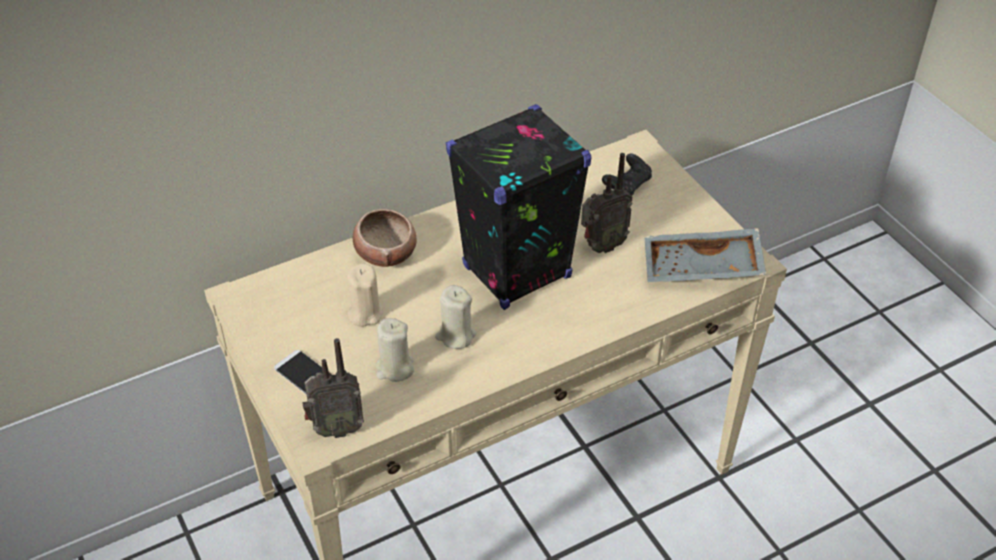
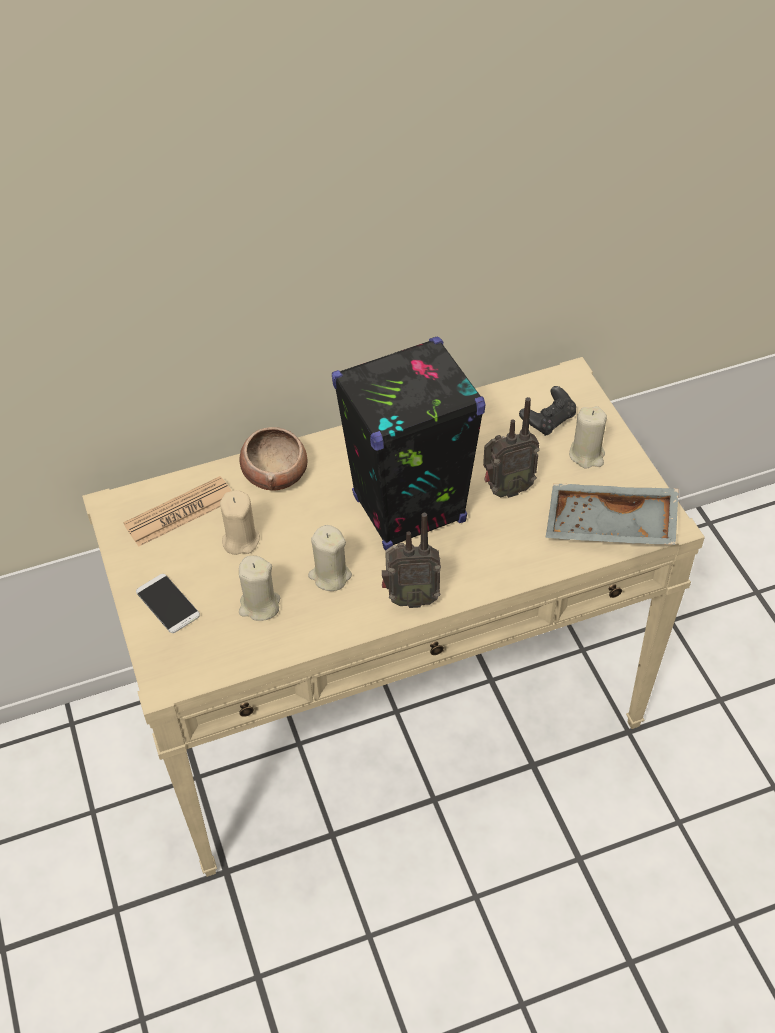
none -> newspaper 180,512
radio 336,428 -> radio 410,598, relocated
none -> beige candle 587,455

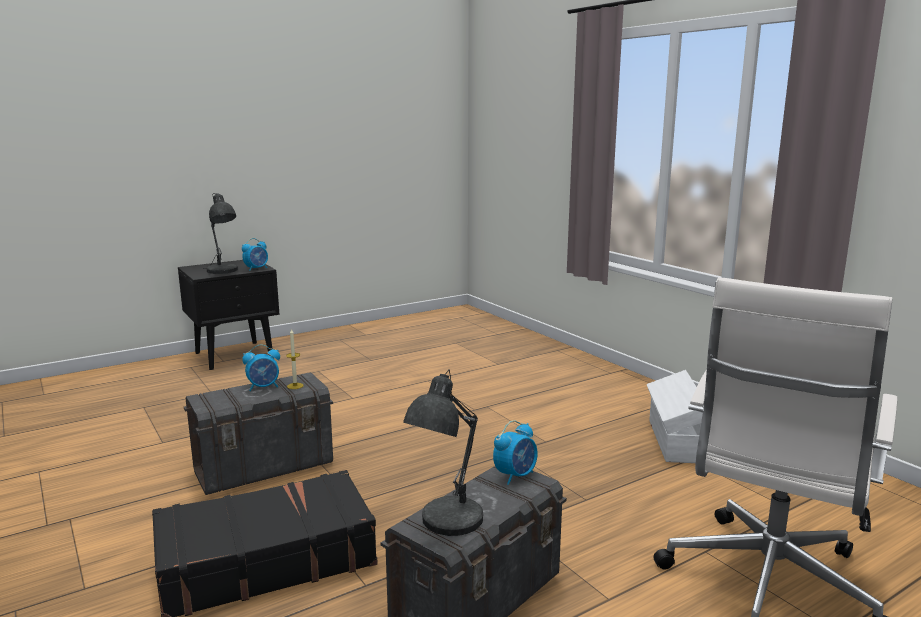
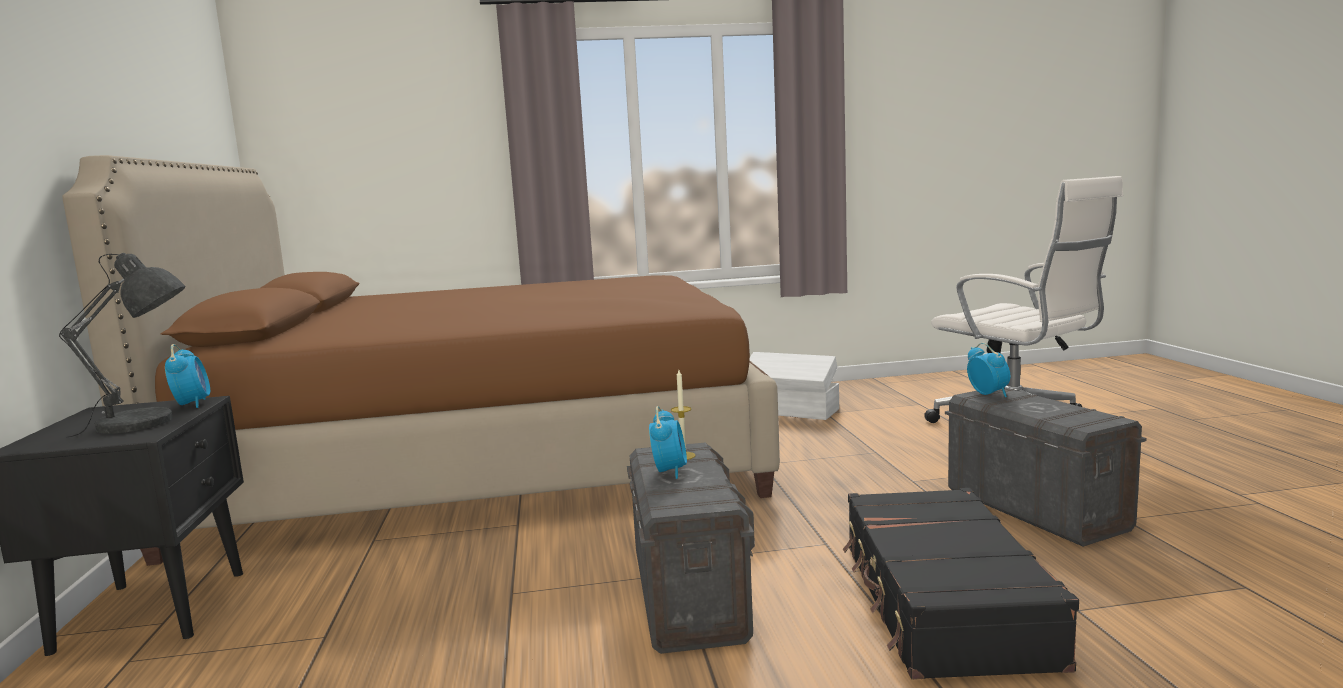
none -> brown bed 489,460
grey table lamp 447,522 -> none

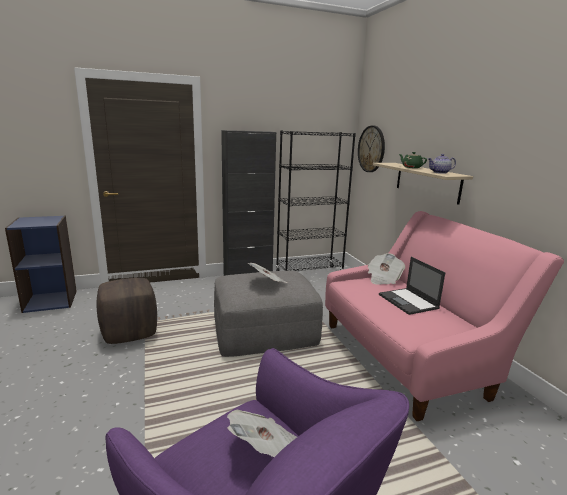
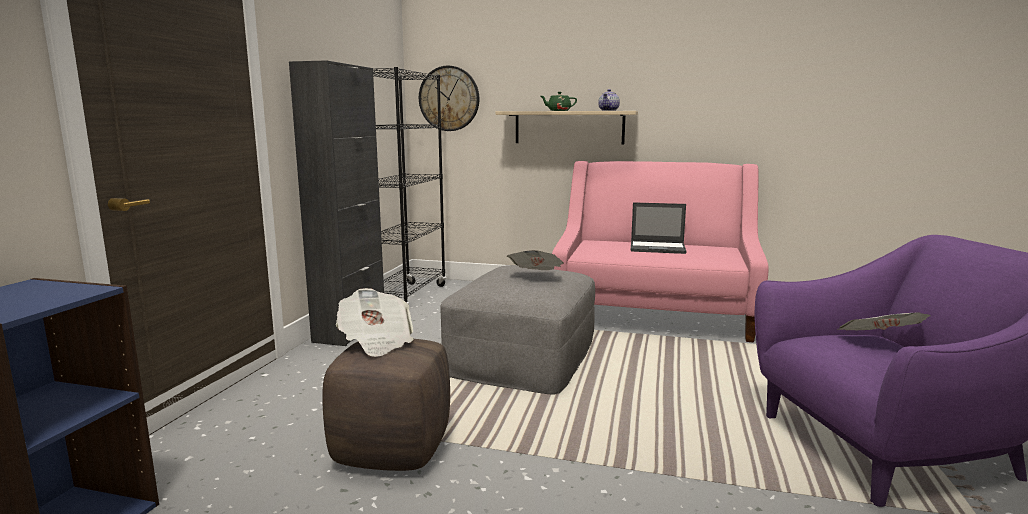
newspaper 383,279 -> newspaper 376,342, relocated

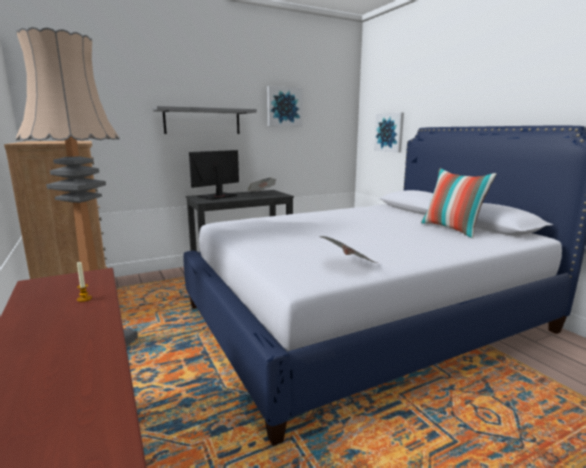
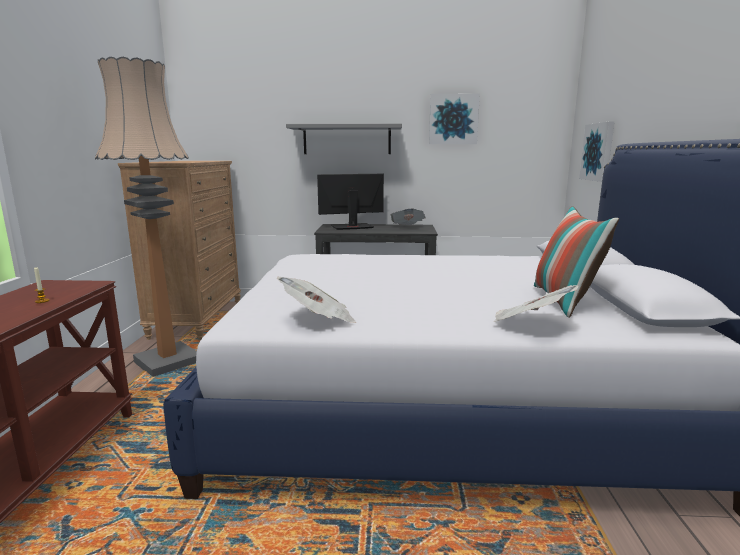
none -> newspaper 529,324

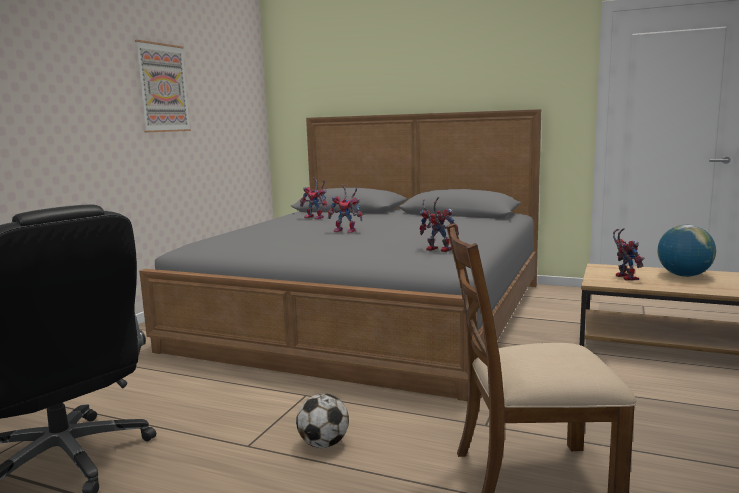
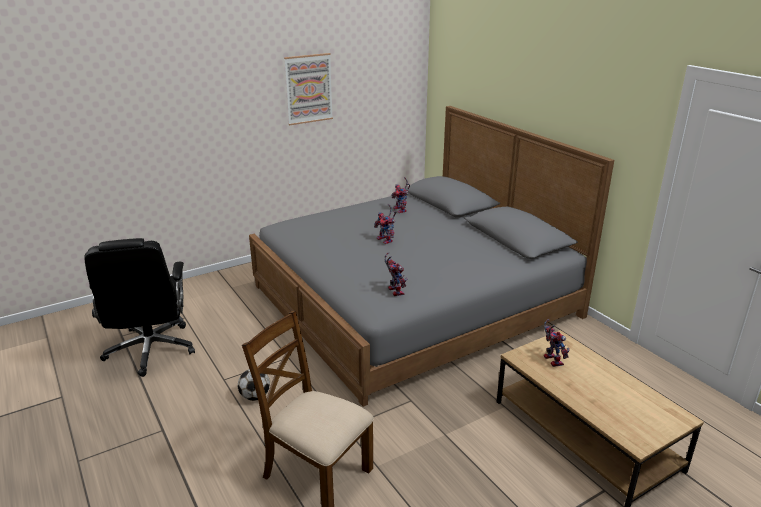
toy robot 624,277 -> toy robot 550,359, 45 degrees counterclockwise
globe 684,275 -> none

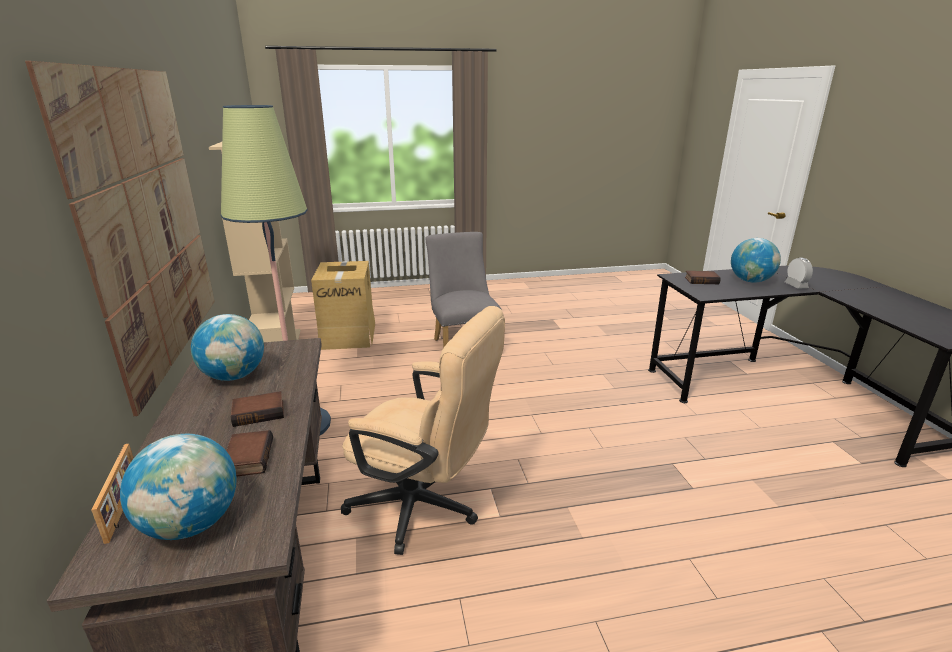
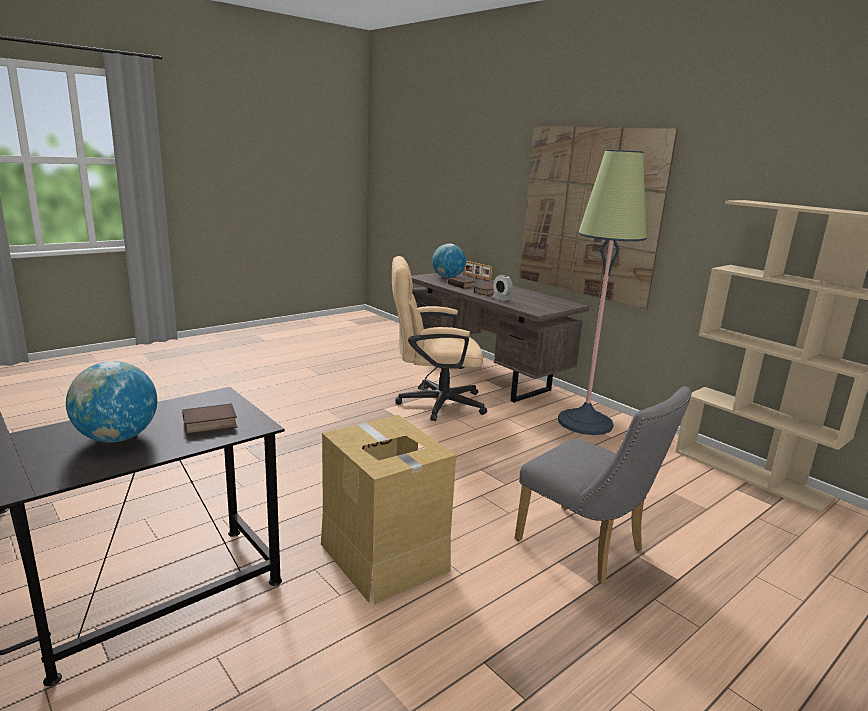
cardboard box 349,335 -> cardboard box 383,556, relocated
alarm clock 796,285 -> alarm clock 501,299, relocated
globe 234,376 -> none

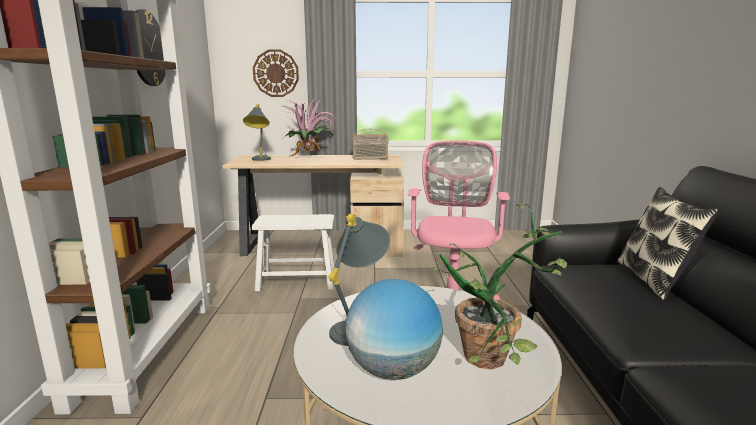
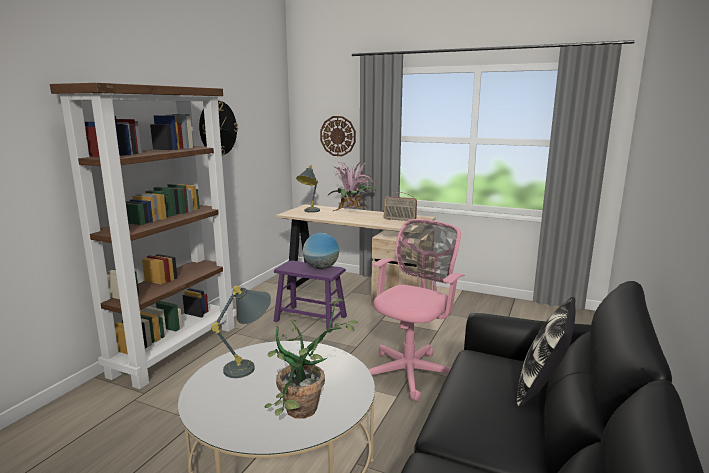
white stool 297,280 -> purple stool 310,318
globe 393,370 -> globe 321,268, relocated

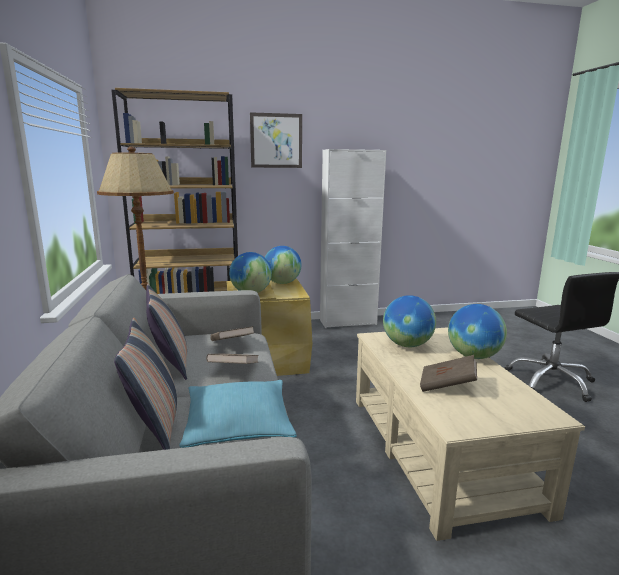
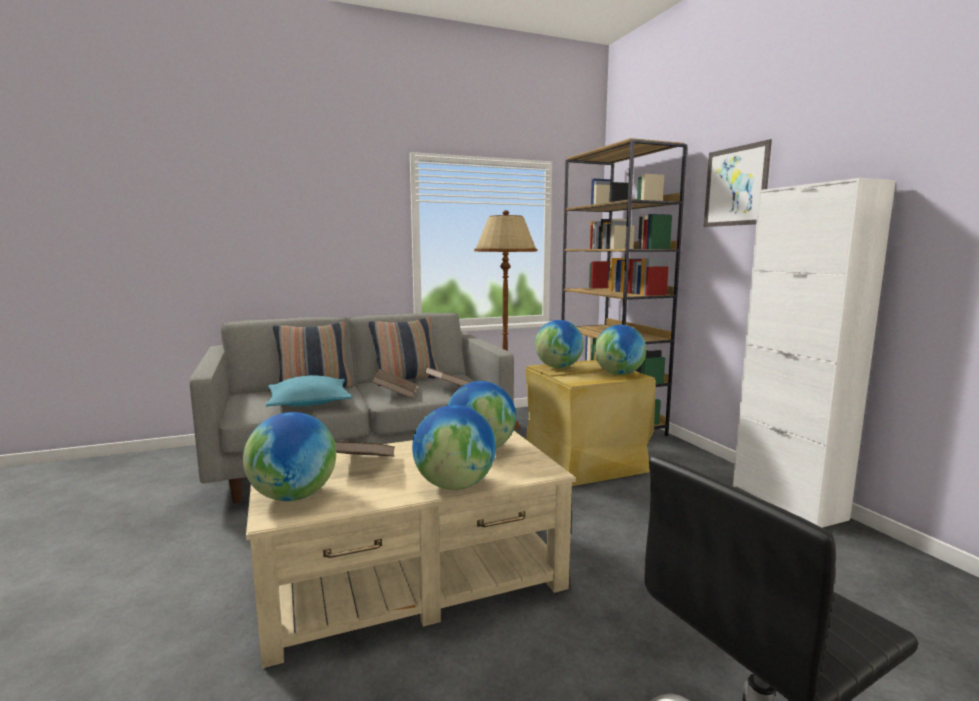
none -> globe 294,496

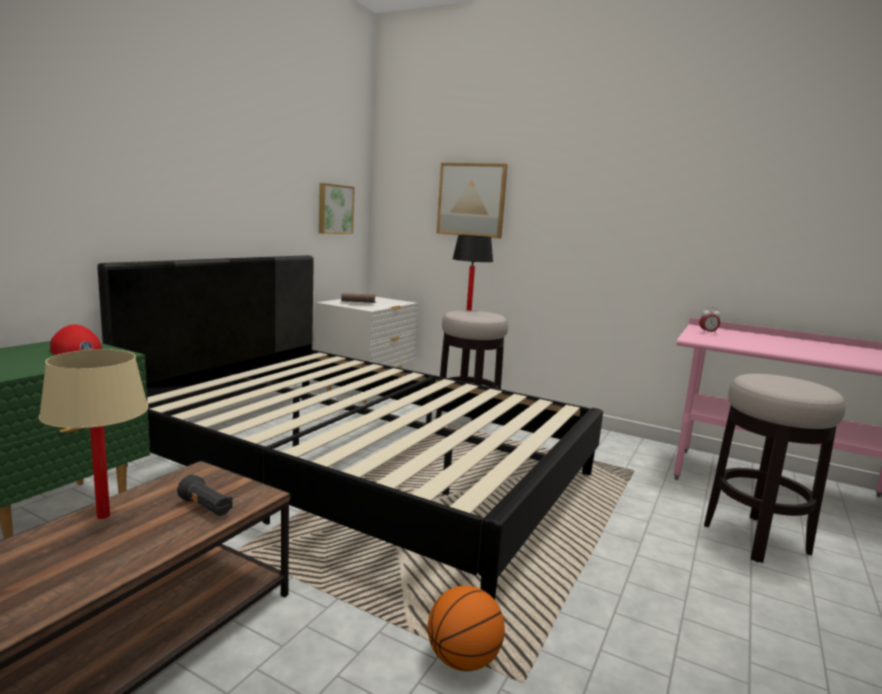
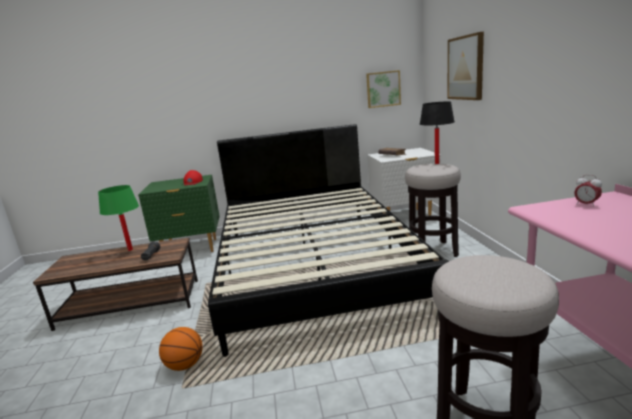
beige table lamp 103,516 -> green table lamp 130,250

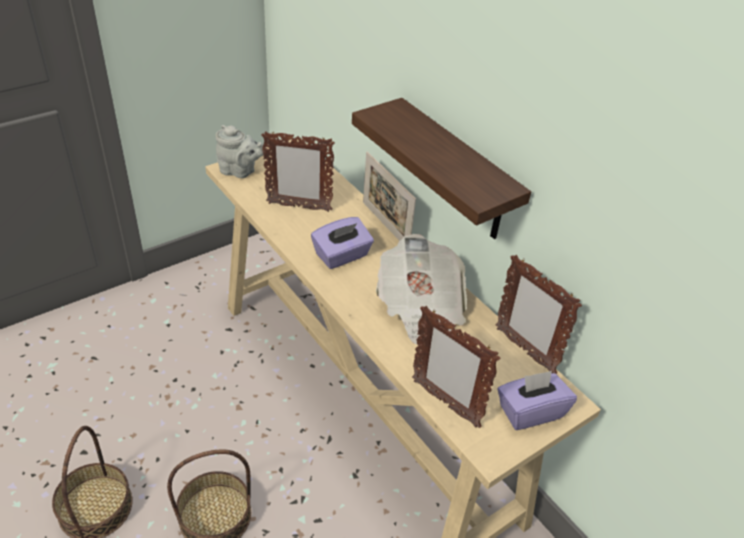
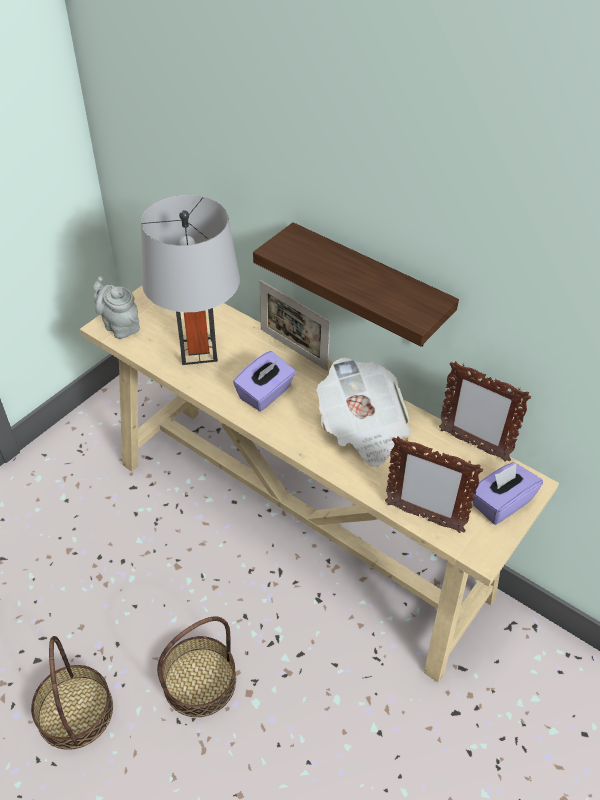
grey teapot 240,171 -> grey teapot 120,326, 135 degrees counterclockwise
picture frame 298,207 -> grey table lamp 198,351

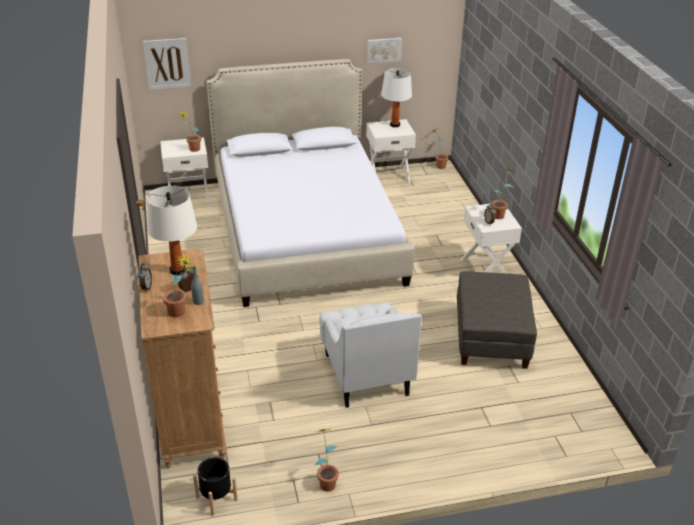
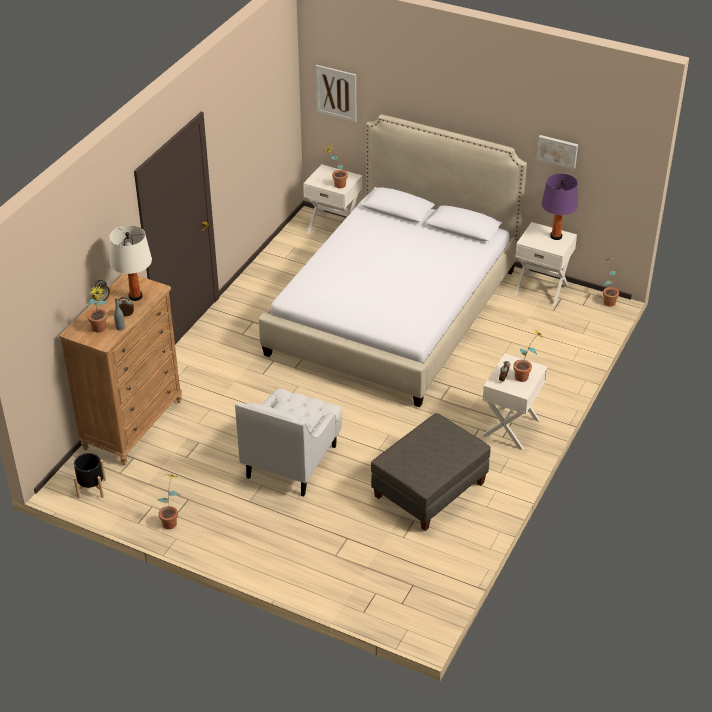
white table lamp 395,125 -> purple table lamp 556,236

